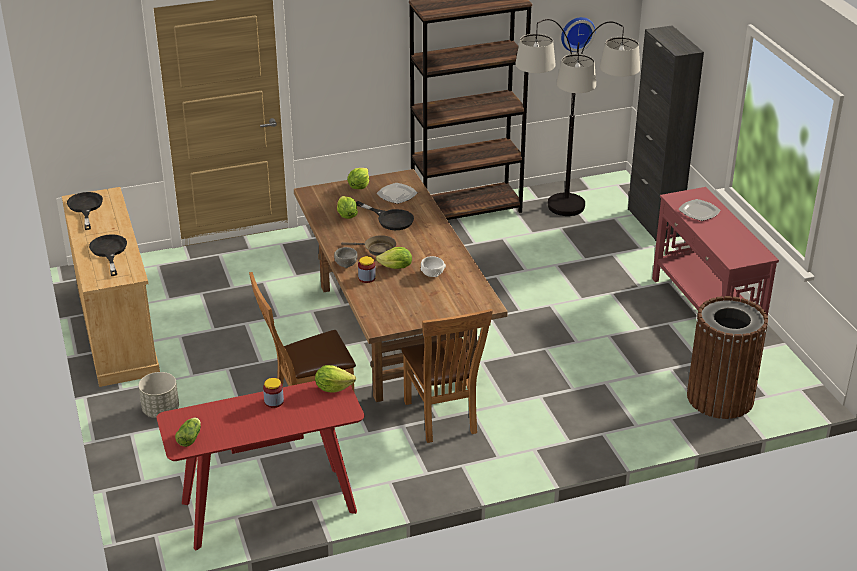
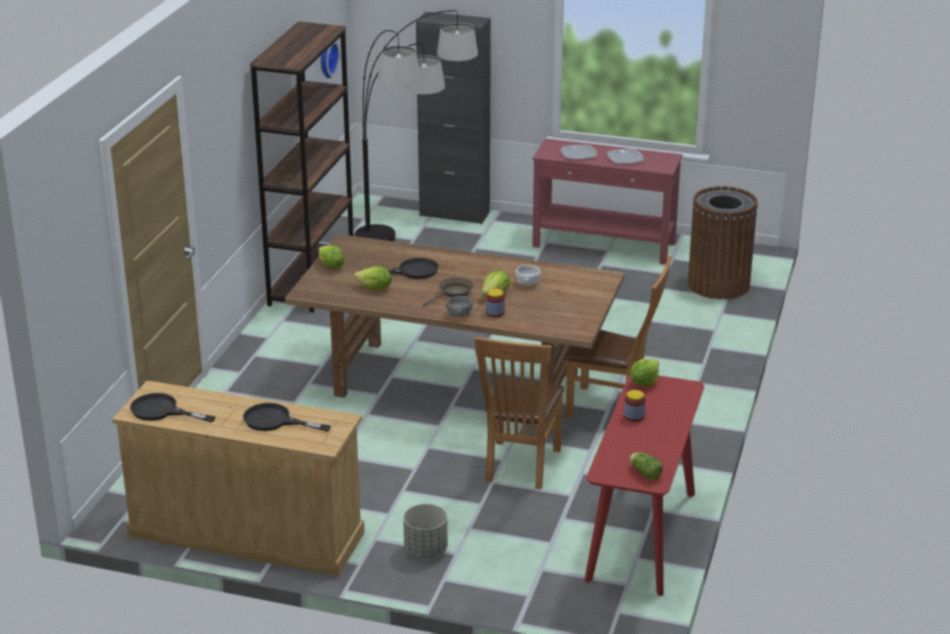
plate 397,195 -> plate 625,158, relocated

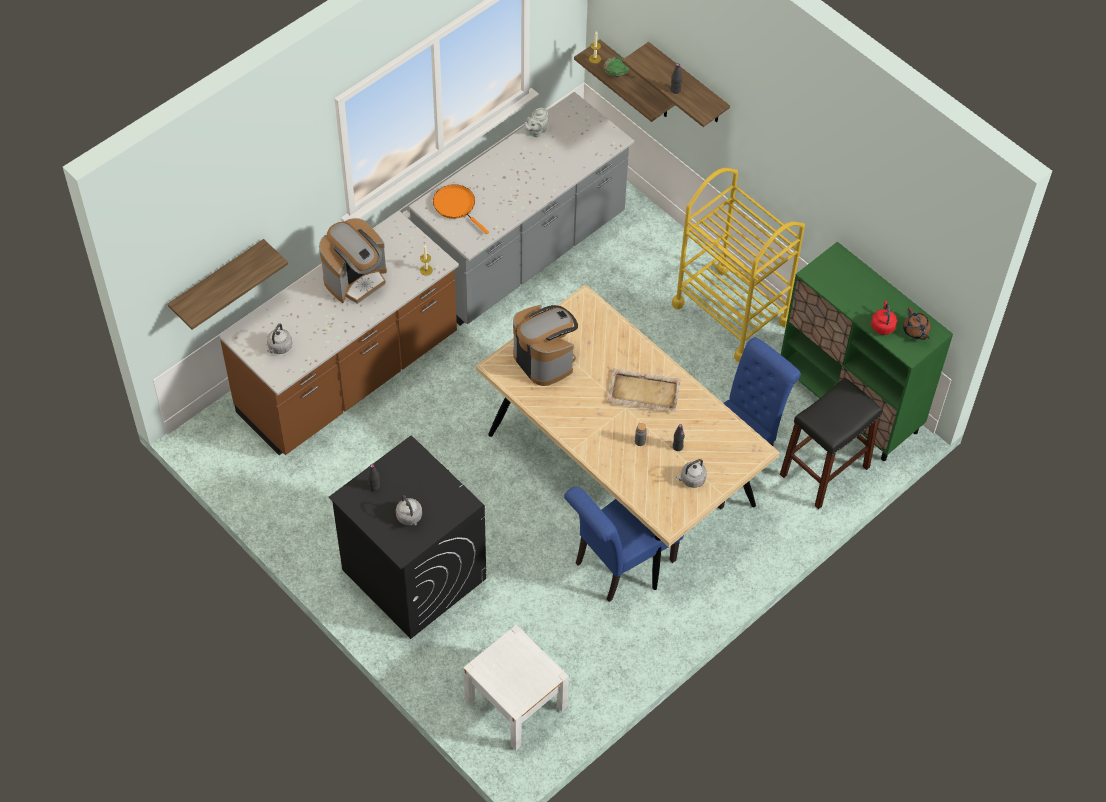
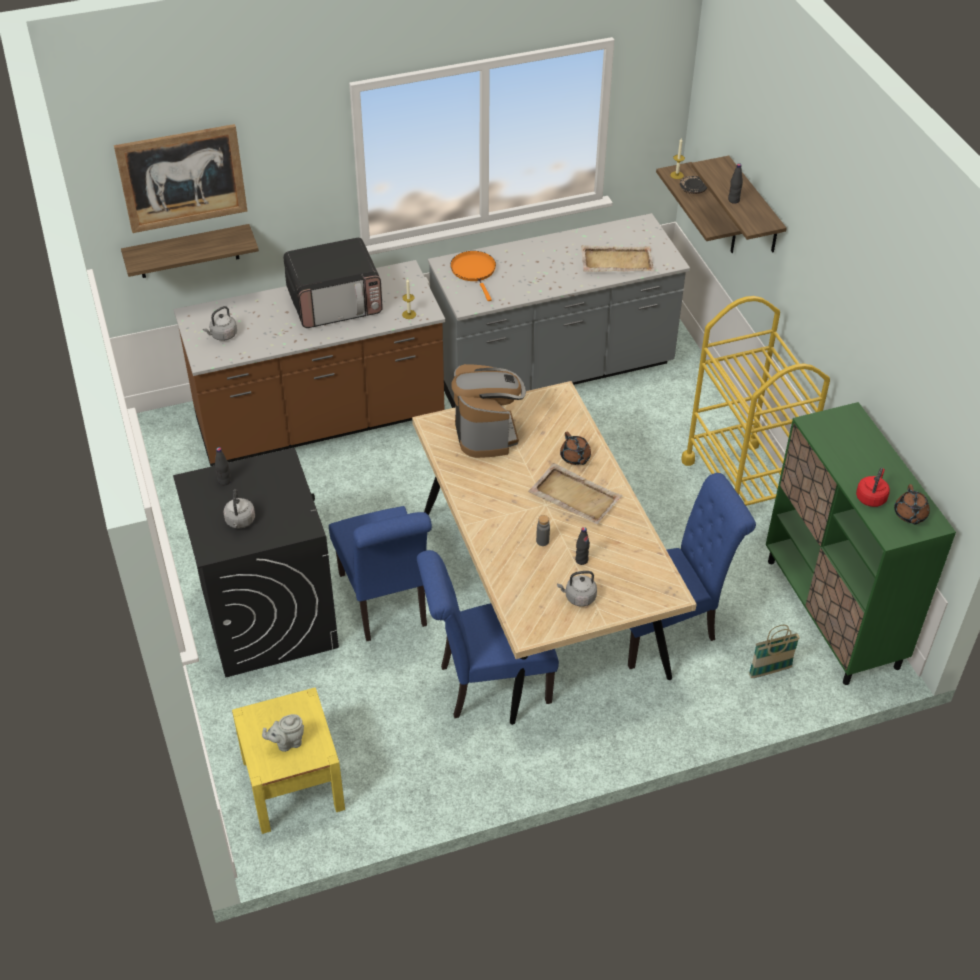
none -> picture 182,178
white nightstand 515,703 -> yellow nightstand 293,783
grey teapot 536,131 -> grey teapot 287,742, relocated
coffee machine 356,279 -> microwave 335,302
none -> blue chair 385,604
none -> brown teapot 575,457
none -> beige tray 616,261
green plate 616,70 -> black plate 693,189
black stool 825,471 -> basket 770,671

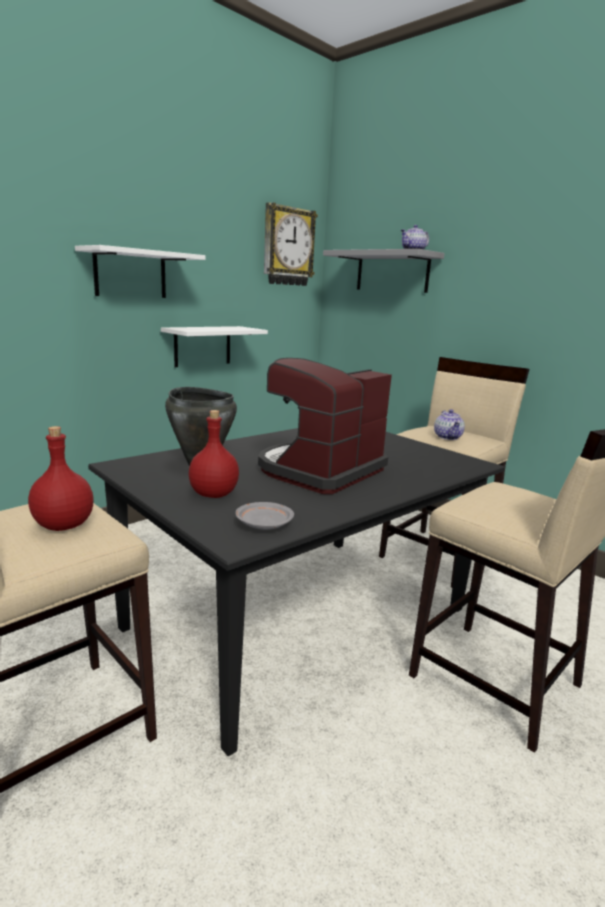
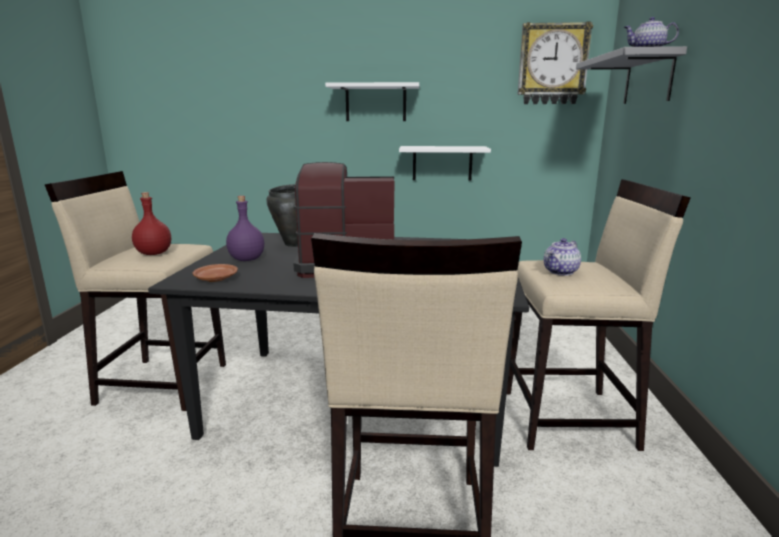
grey plate 263,524 -> brown plate 216,279
red bottle 214,494 -> purple bottle 246,259

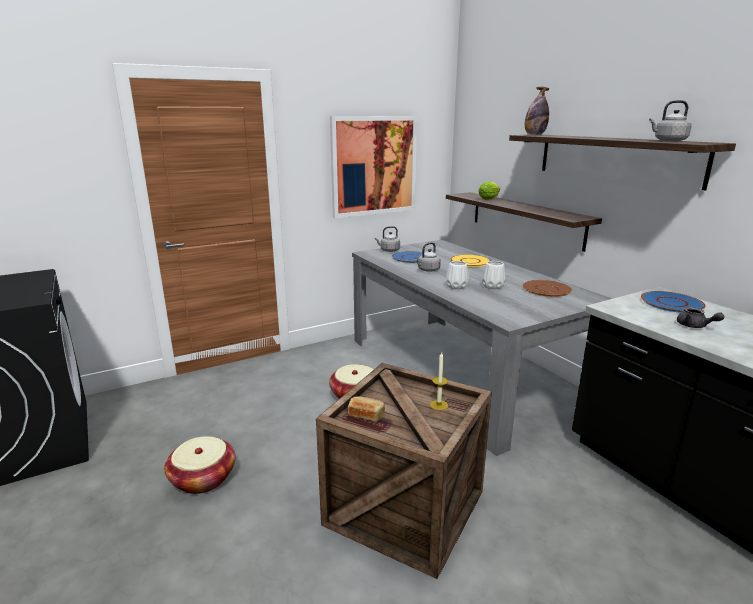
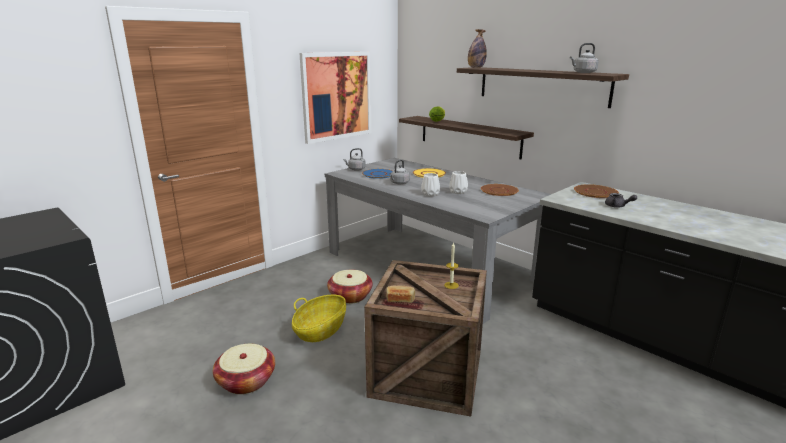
none -> basket 321,330
blue plate 672,303 -> brown plate 595,192

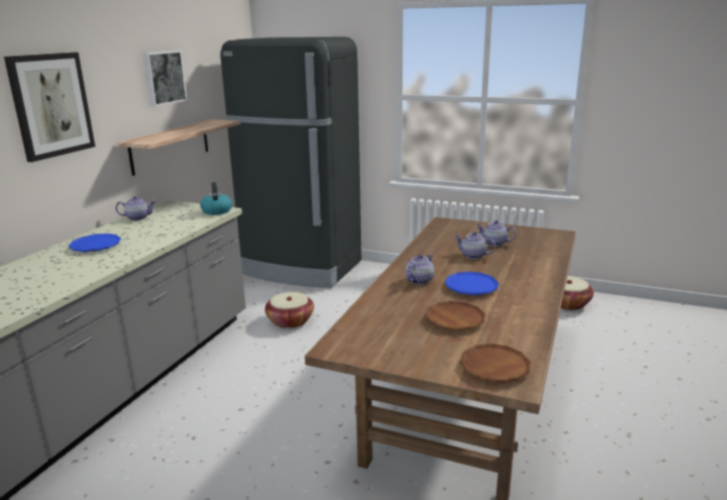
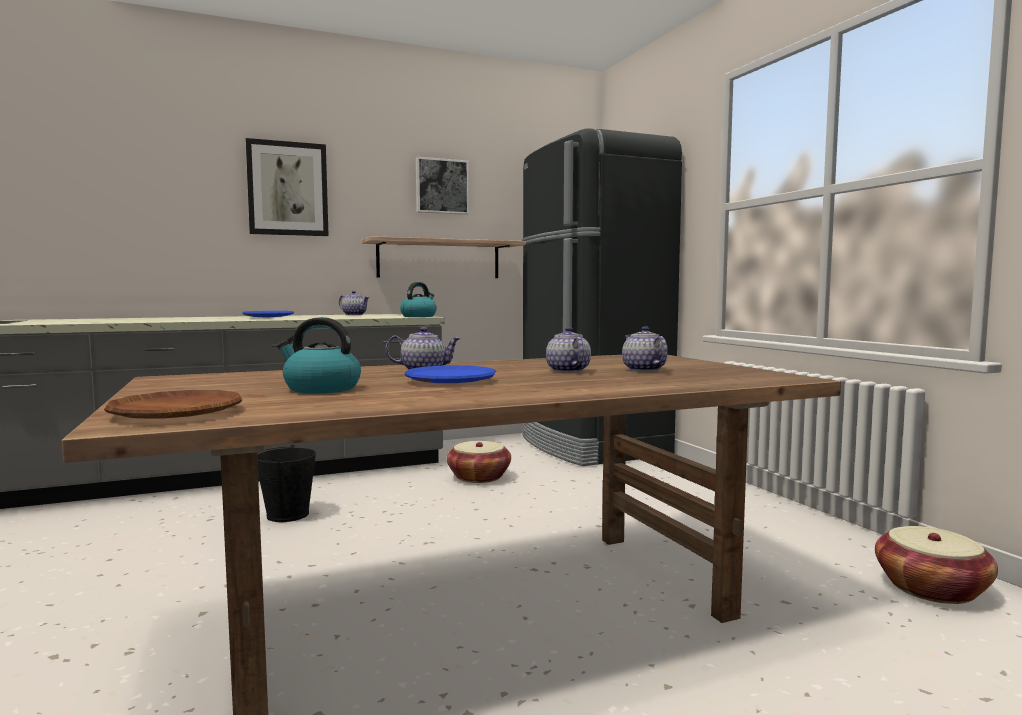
none -> black bucket 288,515
brown plate 455,320 -> kettle 321,389

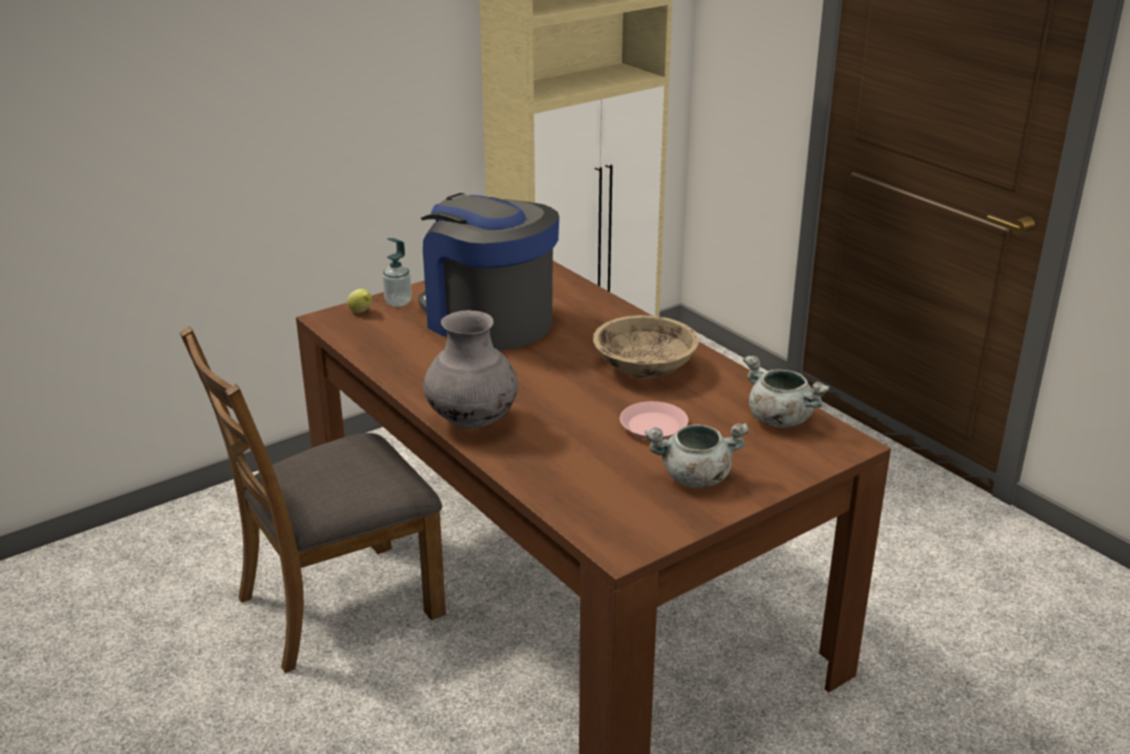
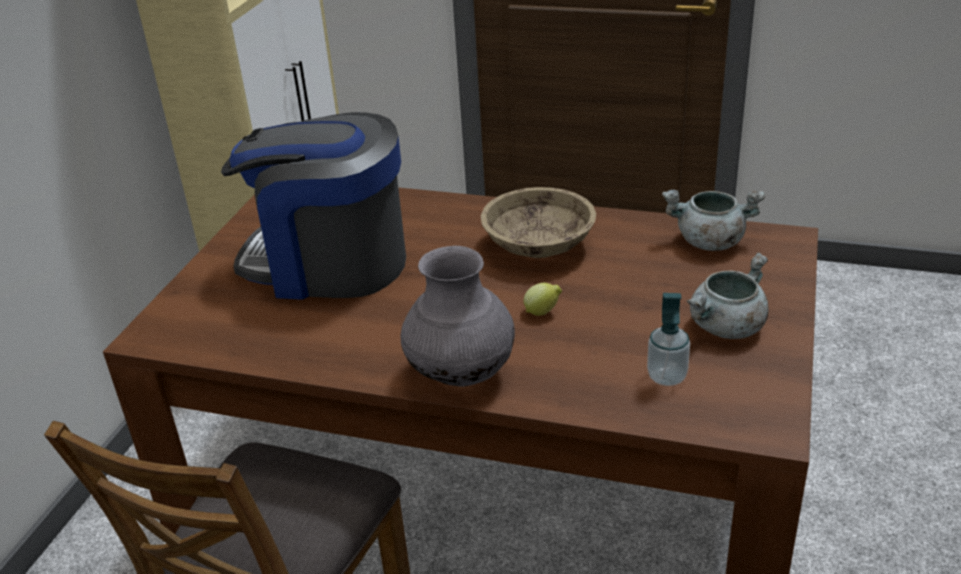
lemon 361,312 -> lemon 543,312, relocated
soap dispenser 398,302 -> soap dispenser 667,377, relocated
pink plate 654,426 -> none

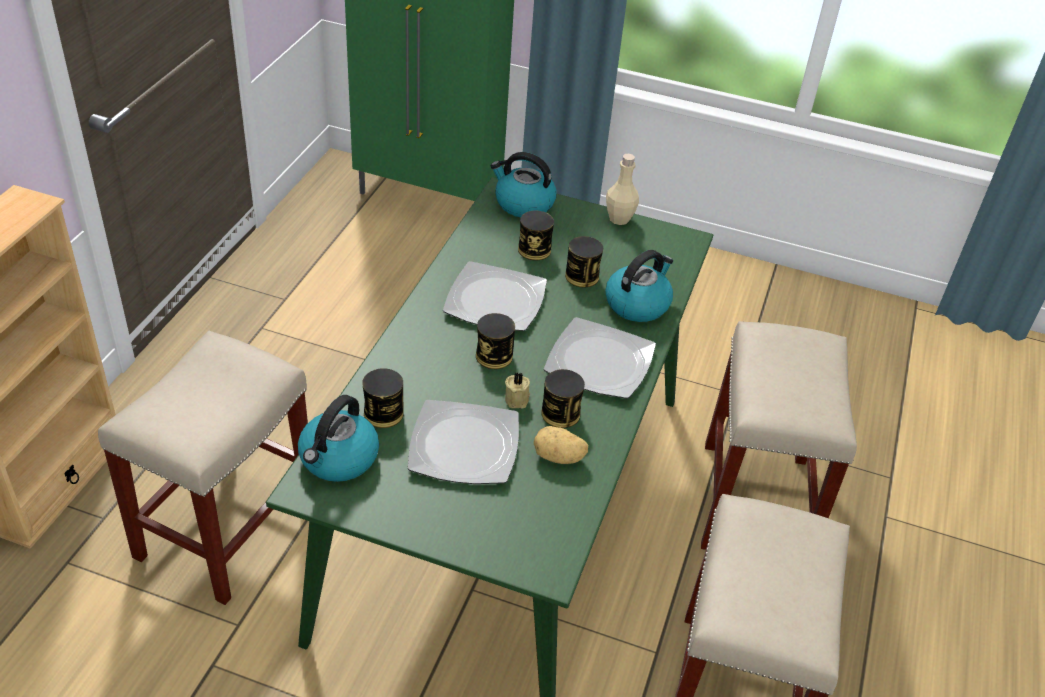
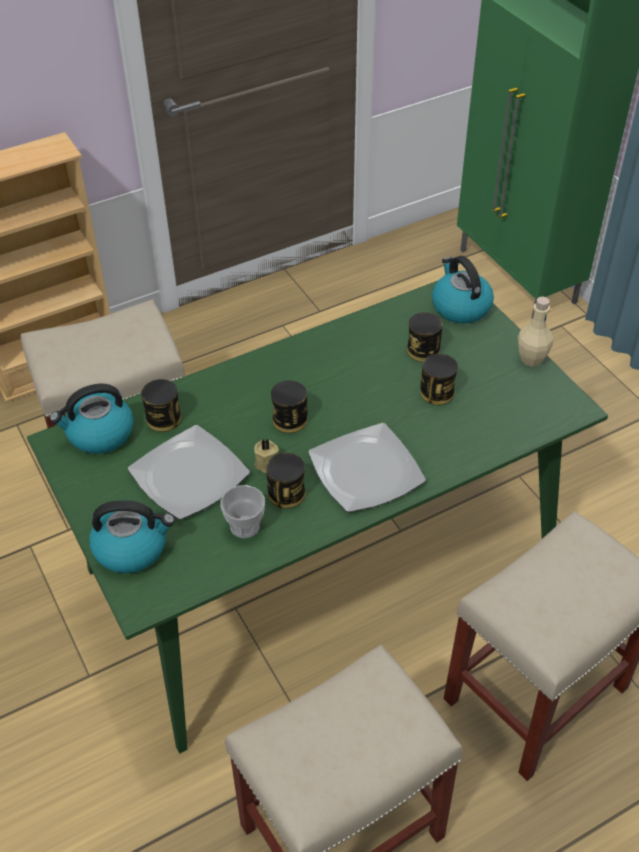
kettle 637,304 -> kettle 132,547, relocated
potato 558,458 -> cup 245,526
plate 494,301 -> none

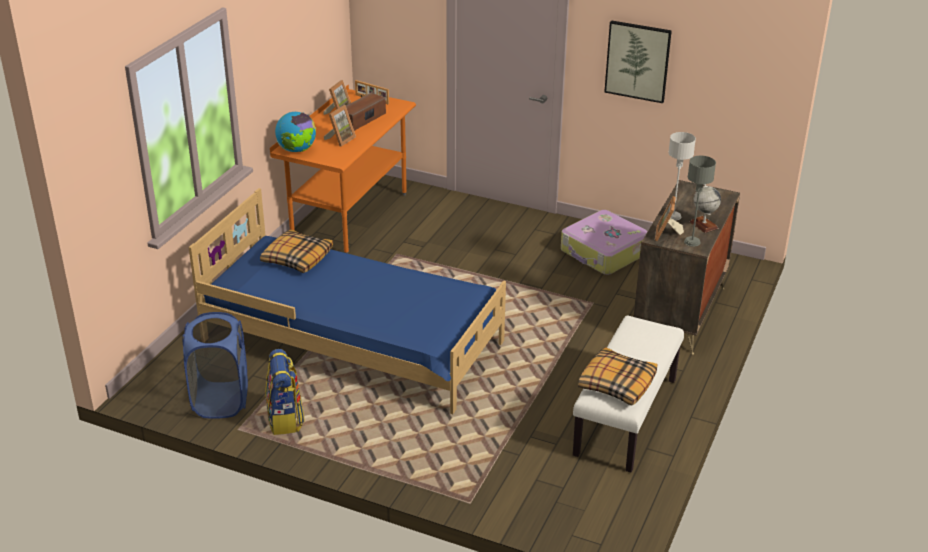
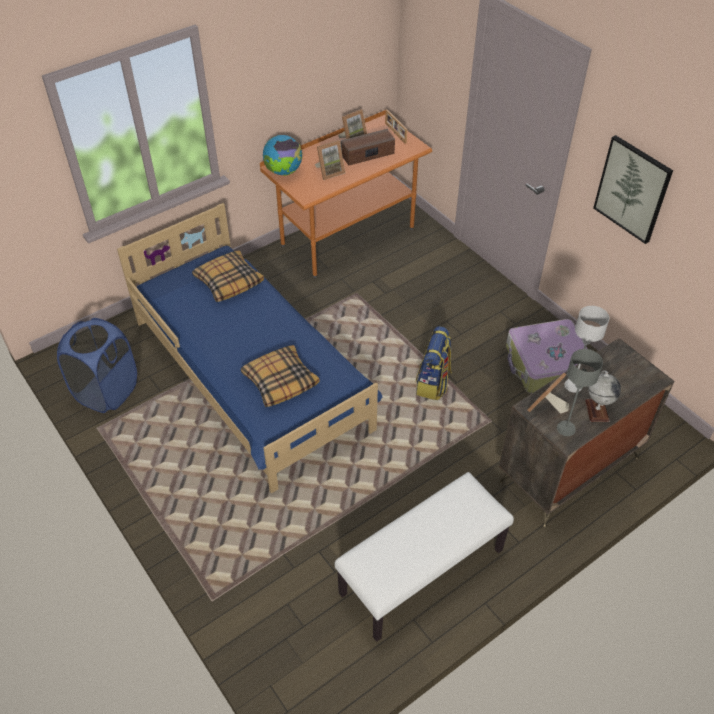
pillow 616,383 -> pillow 280,381, relocated
backpack 285,419 -> backpack 433,383, relocated

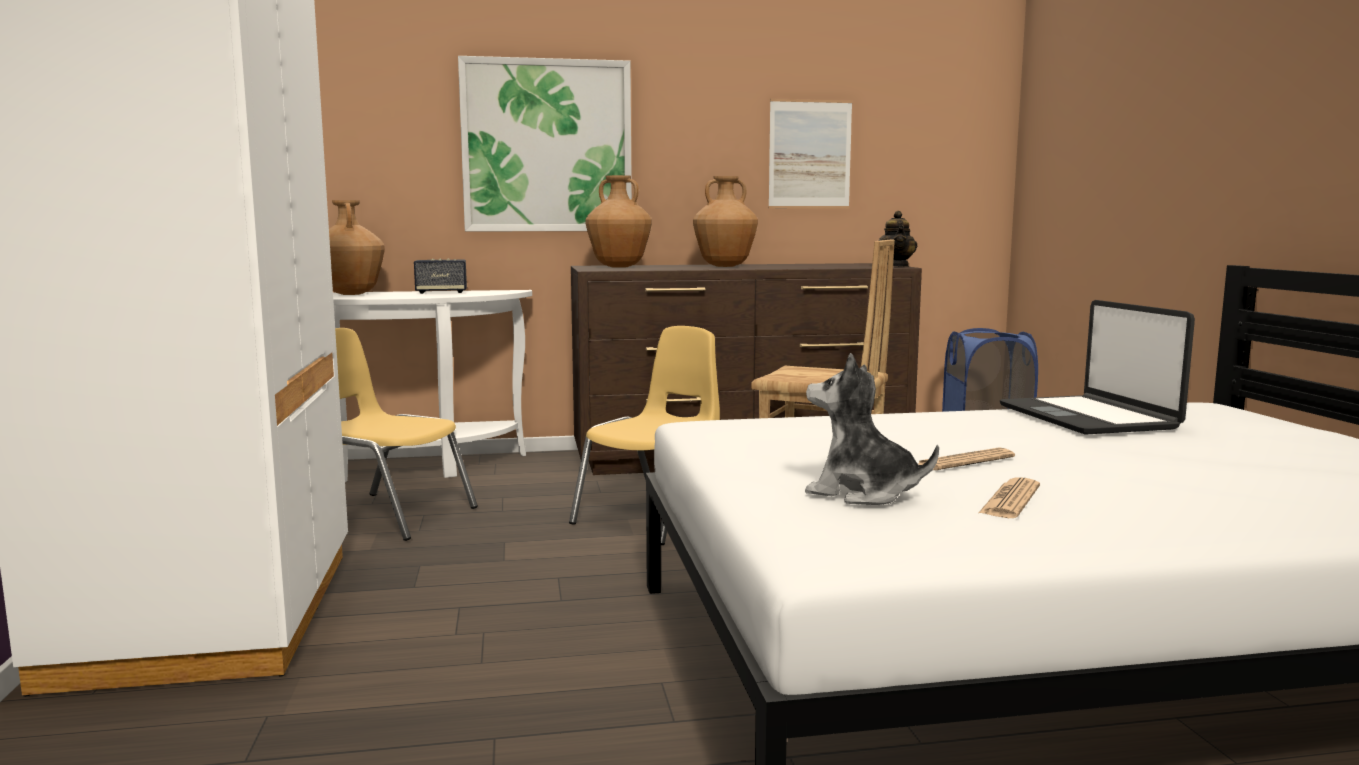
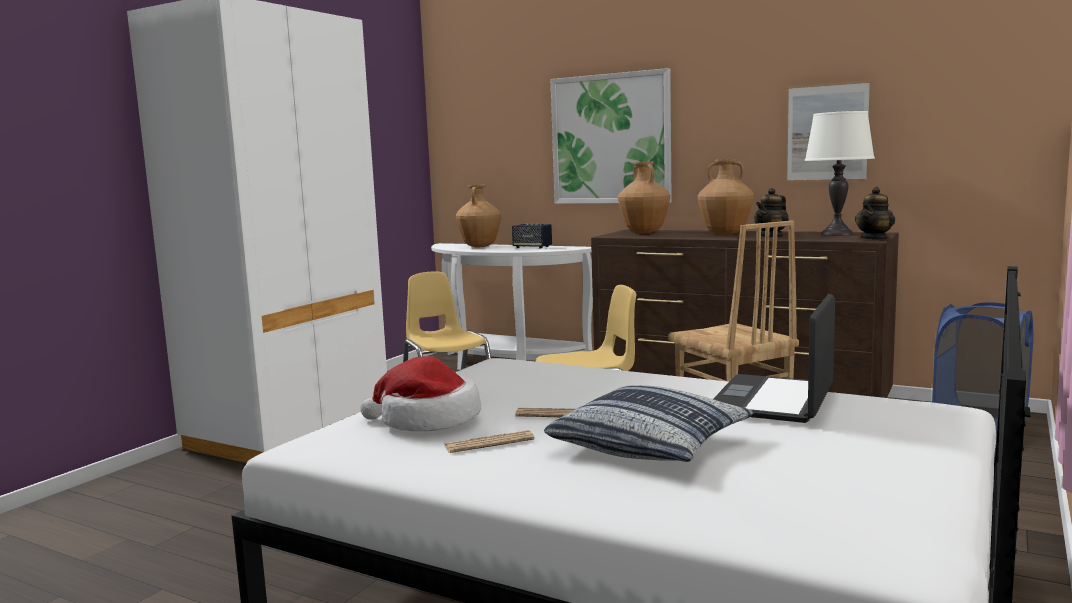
plush toy 861,493 -> hat 427,420
none -> pillow 650,444
none -> teapot 771,236
none -> white table lamp 836,234

